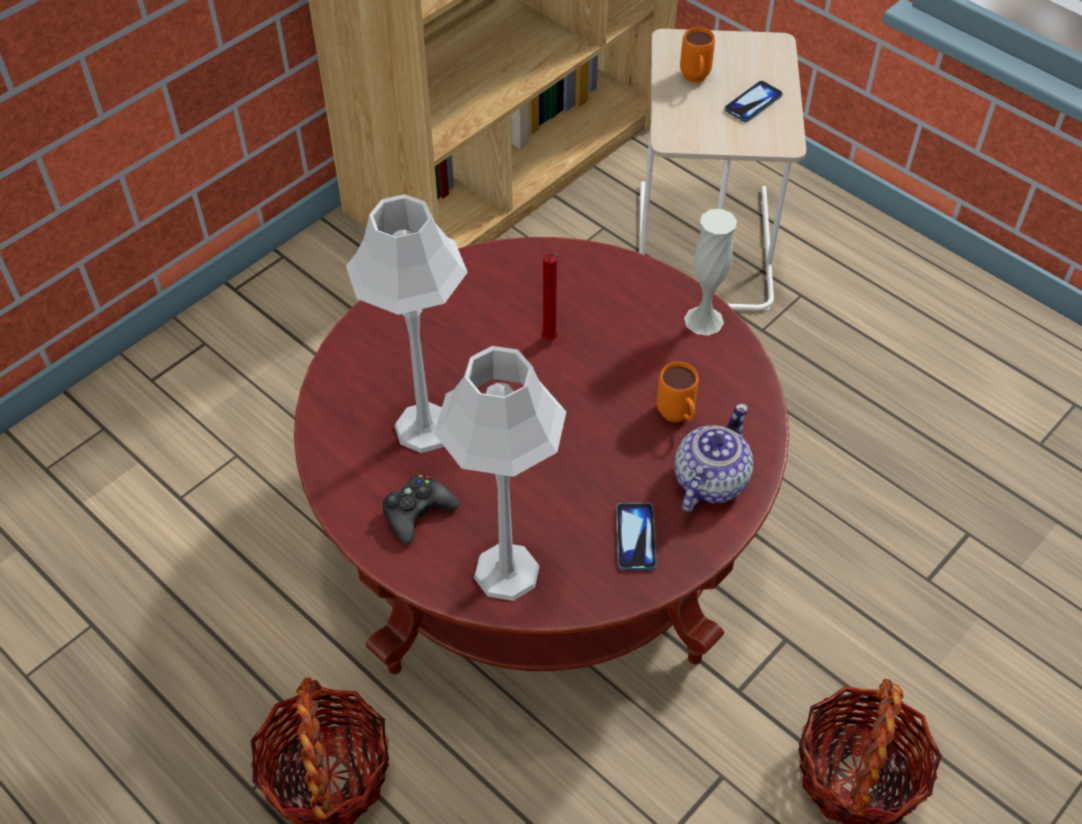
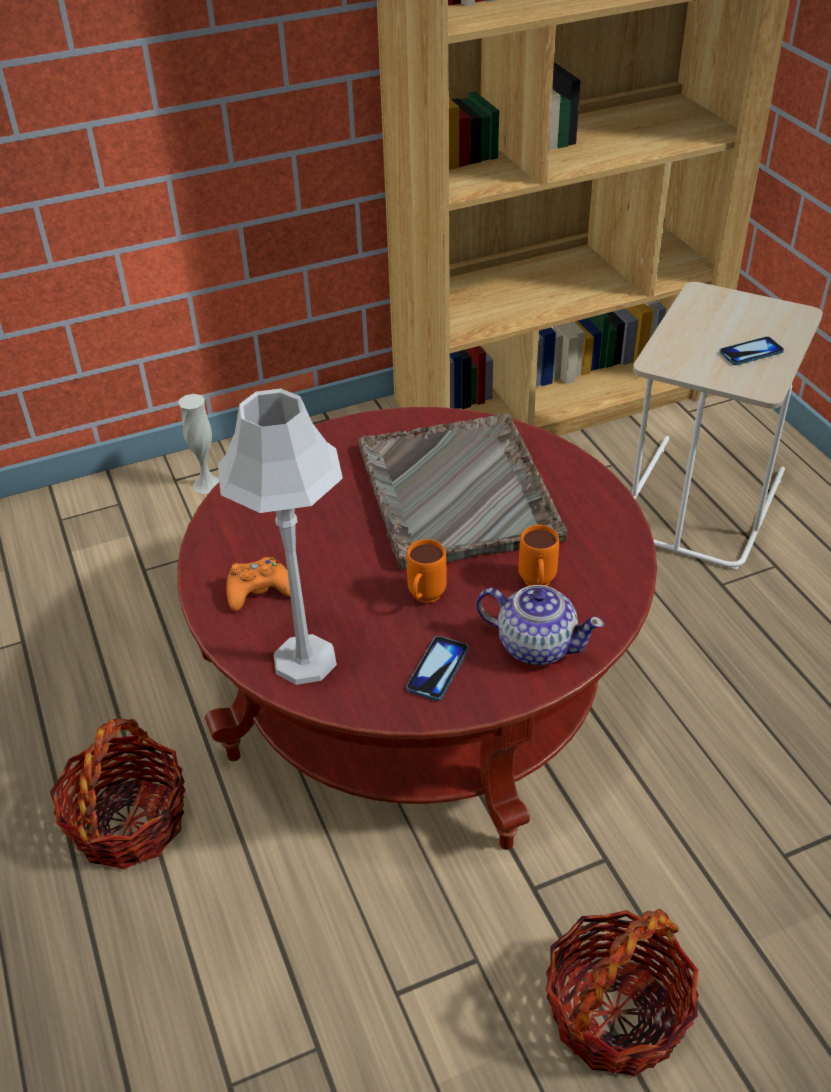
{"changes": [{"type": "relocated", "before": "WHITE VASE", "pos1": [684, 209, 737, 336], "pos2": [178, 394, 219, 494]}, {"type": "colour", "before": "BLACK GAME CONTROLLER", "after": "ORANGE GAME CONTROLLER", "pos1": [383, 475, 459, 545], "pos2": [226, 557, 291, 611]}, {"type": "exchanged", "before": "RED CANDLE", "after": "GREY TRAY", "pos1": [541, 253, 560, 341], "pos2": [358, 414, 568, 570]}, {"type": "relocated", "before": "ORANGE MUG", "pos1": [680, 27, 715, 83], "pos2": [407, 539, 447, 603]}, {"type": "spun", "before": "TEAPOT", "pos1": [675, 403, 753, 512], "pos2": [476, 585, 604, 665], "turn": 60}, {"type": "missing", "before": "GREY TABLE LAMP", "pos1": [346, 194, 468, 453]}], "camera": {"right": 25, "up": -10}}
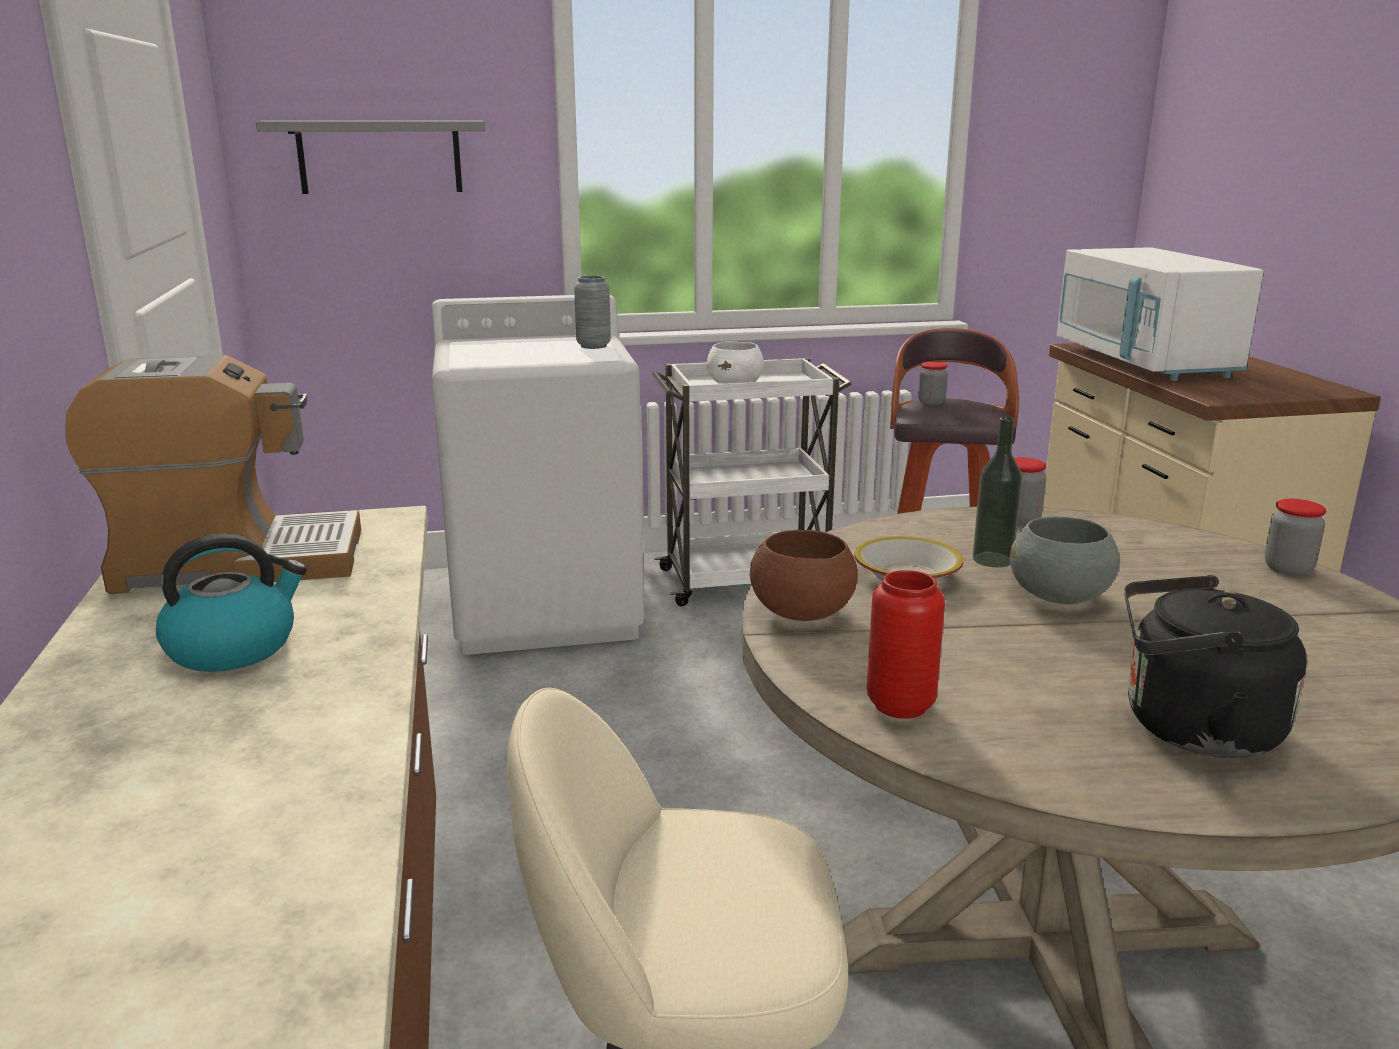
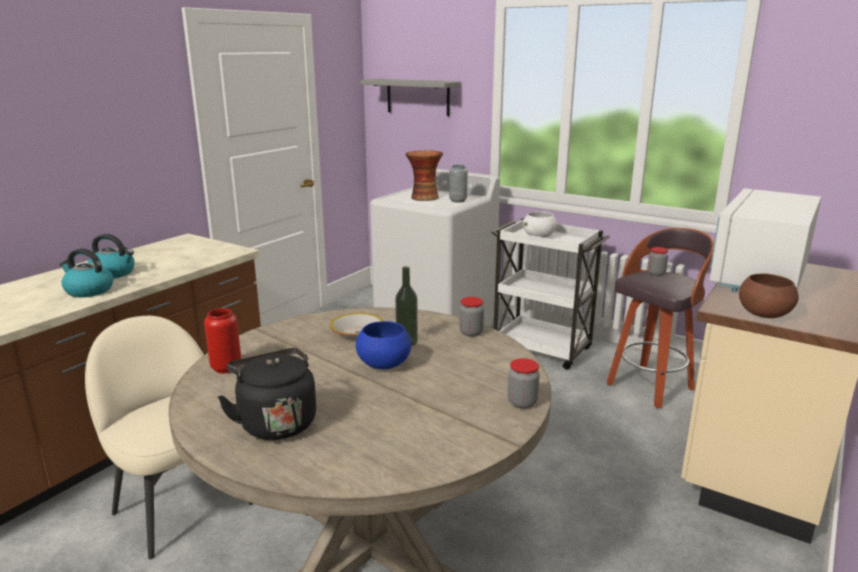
{"changes": [{"type": "appeared", "after": "KETTLE", "pos2": [59, 248, 113, 297]}, {"type": "colour", "before": "GREY BOWL", "after": "BLUE BOWL", "pos1": [1010, 517, 1120, 604], "pos2": [356, 321, 411, 369]}, {"type": "appeared", "after": "VASE", "pos2": [406, 150, 443, 201]}, {"type": "relocated", "before": "BROWN BOWL", "pos1": [750, 530, 858, 621], "pos2": [739, 273, 799, 318]}, {"type": "missing", "before": "COFFEE MACHINE", "pos1": [65, 355, 361, 594]}], "camera": {"right": 45, "up": 0}}
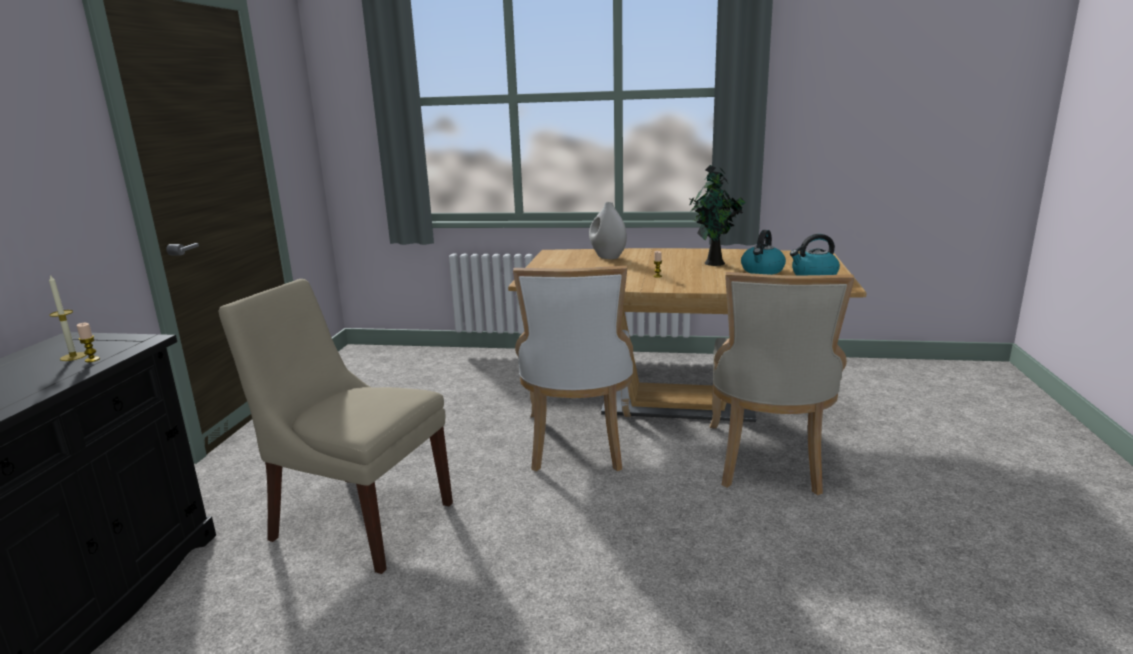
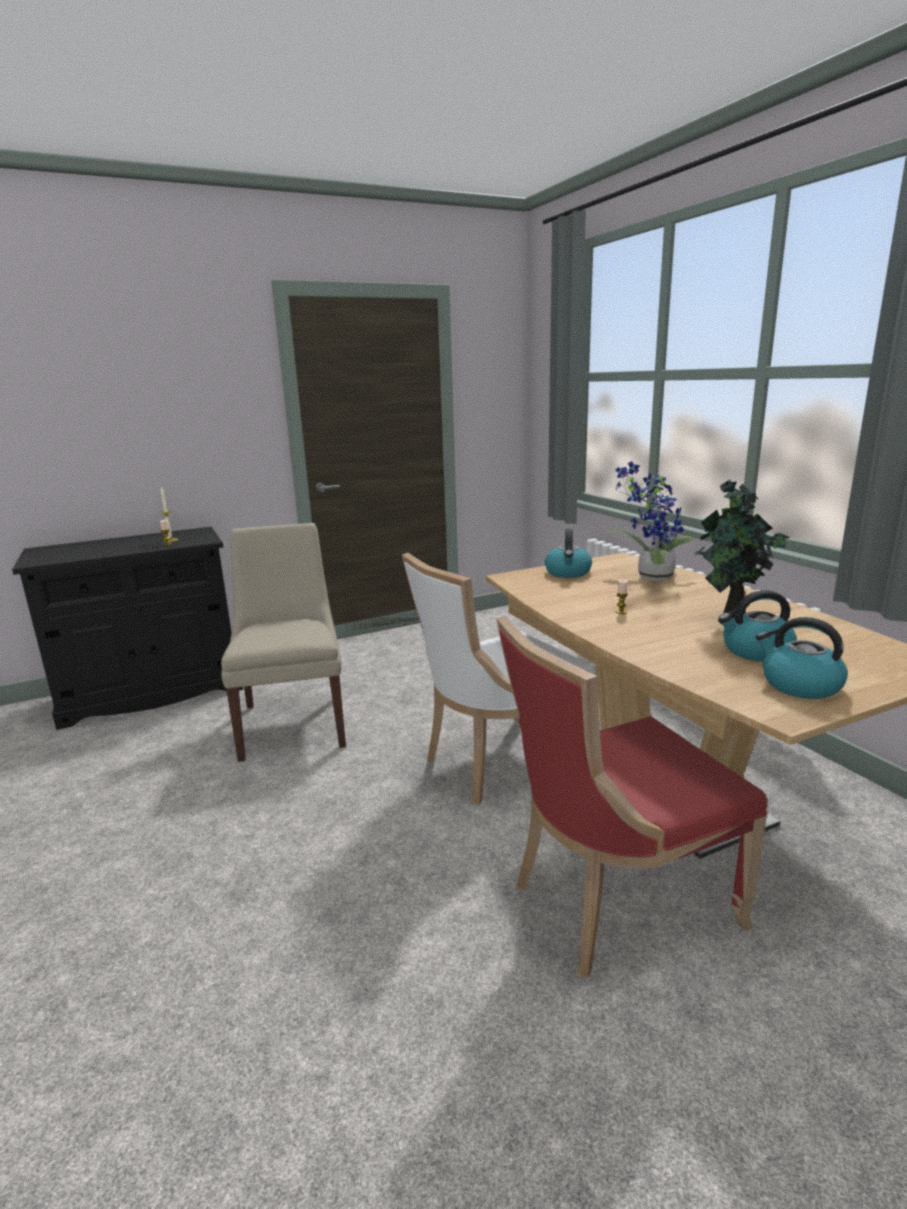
{"changes": [{"type": "colour", "before": "BEIGE CHAIR", "after": "RED CHAIR", "pos1": [710, 272, 854, 495], "pos2": [497, 616, 767, 979]}, {"type": "appeared", "after": "KETTLE", "pos2": [545, 529, 592, 578]}, {"type": "exchanged", "before": "WHITE VASE", "after": "POTTED PLANT", "pos1": [589, 202, 627, 259], "pos2": [608, 461, 695, 581]}], "camera": {"right": 55, "up": 0}}
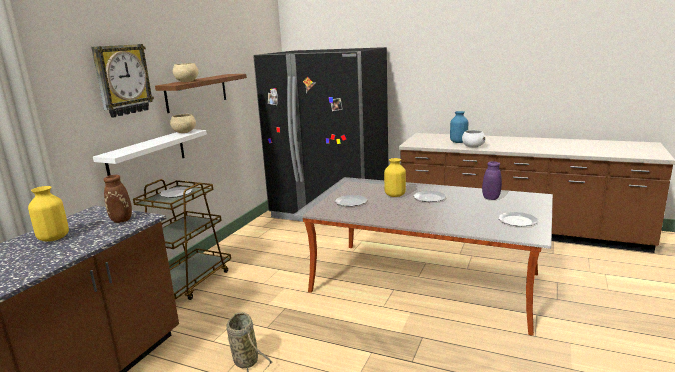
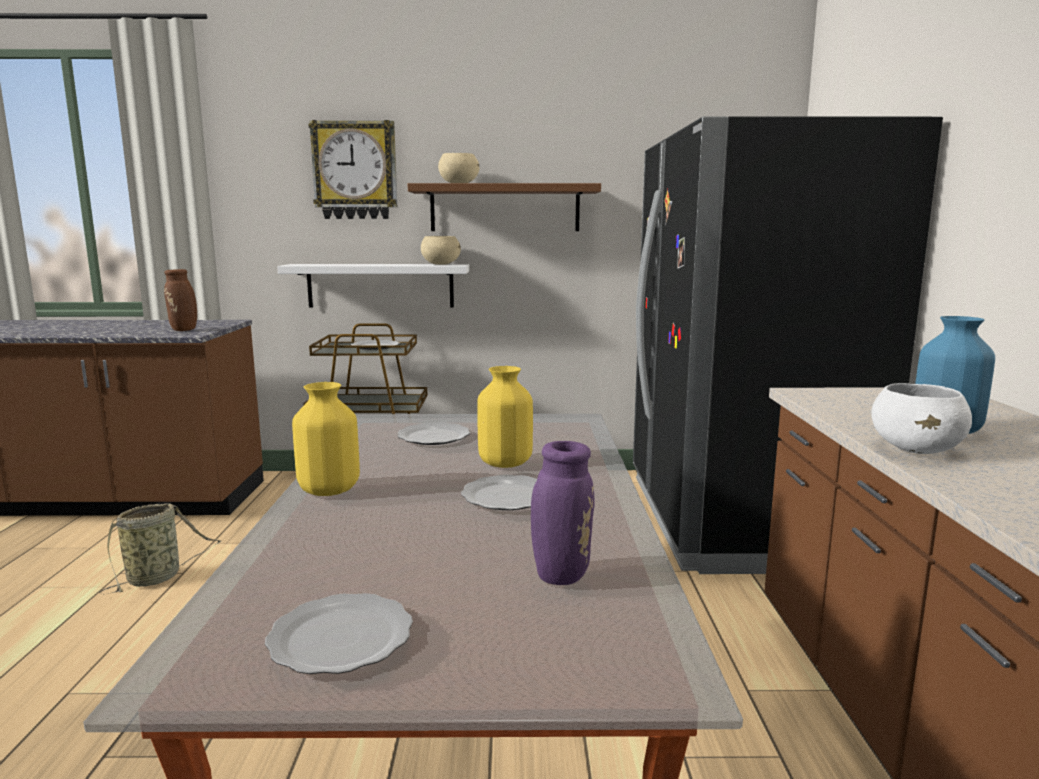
{"changes": [{"type": "relocated", "before": "YELLOW VASE", "pos1": [28, 186, 69, 242], "pos2": [292, 382, 360, 496]}], "camera": {"right": 65, "up": -5}}
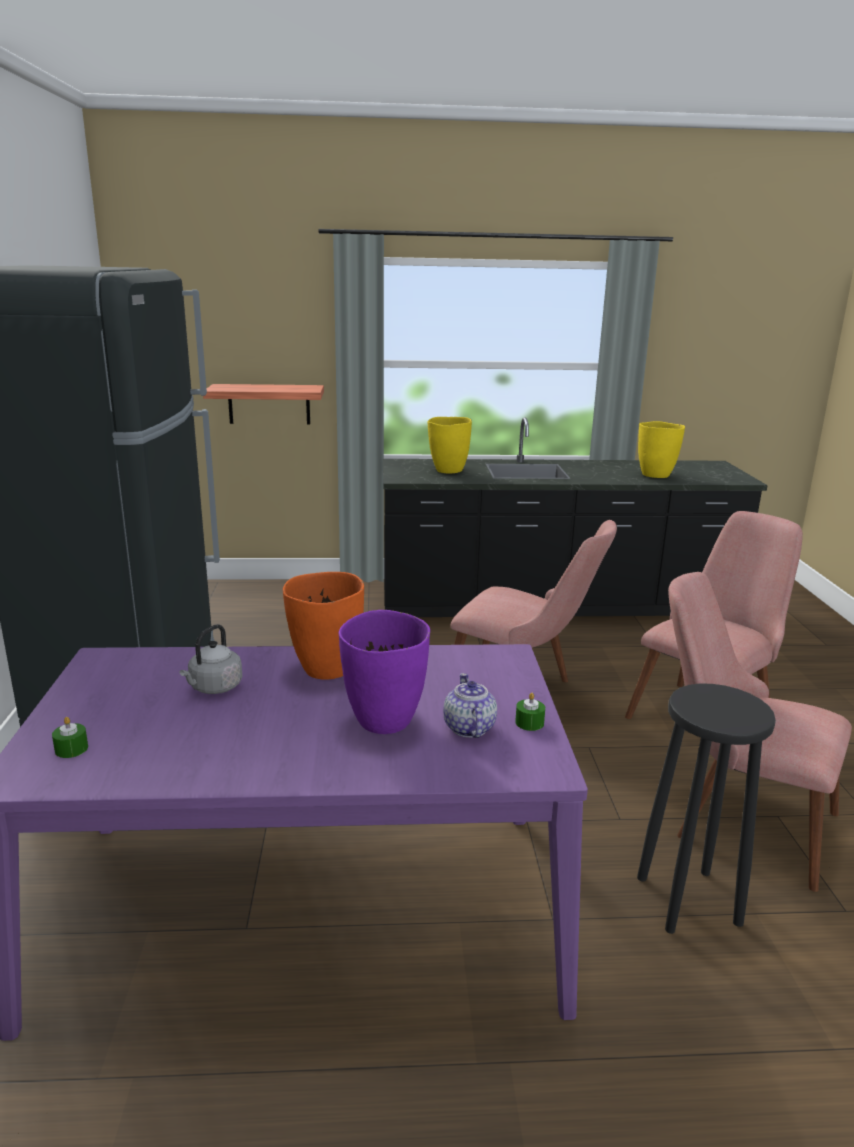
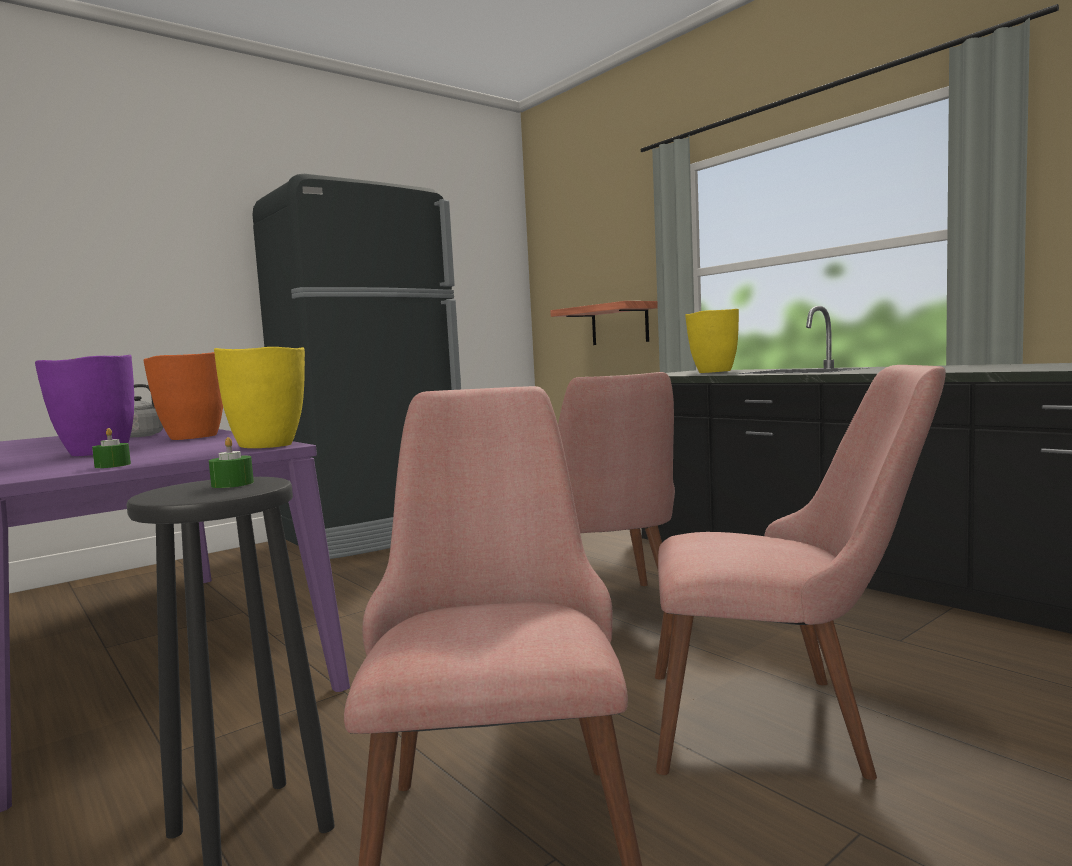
{"changes": [{"type": "relocated", "before": "GREEN CANDLE", "pos1": [52, 717, 88, 758], "pos2": [209, 437, 254, 488]}, {"type": "relocated", "before": "YELLOW VASE", "pos1": [638, 421, 685, 478], "pos2": [214, 347, 305, 448]}, {"type": "missing", "before": "TEAPOT", "pos1": [443, 673, 497, 738]}], "camera": {"right": 55, "up": -15}}
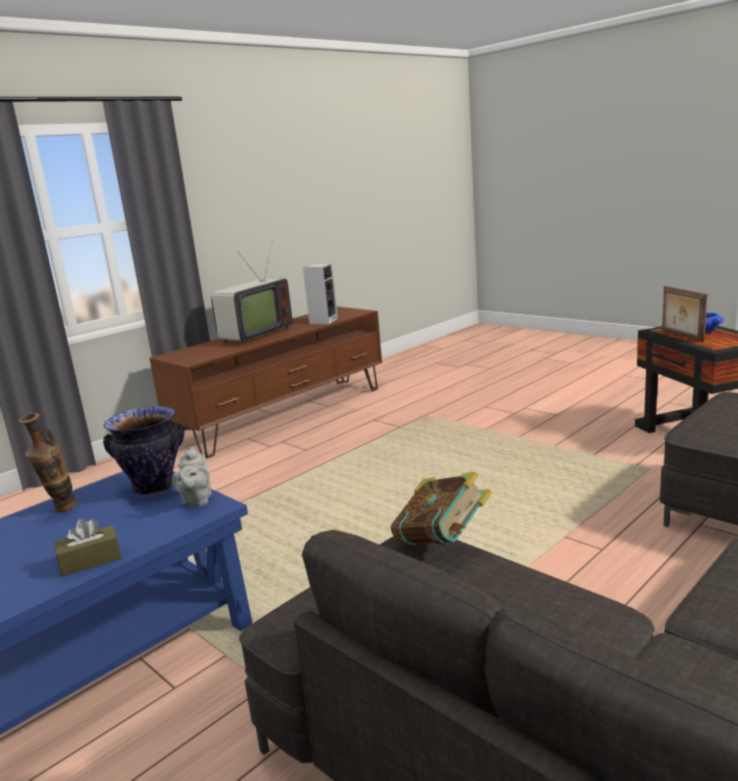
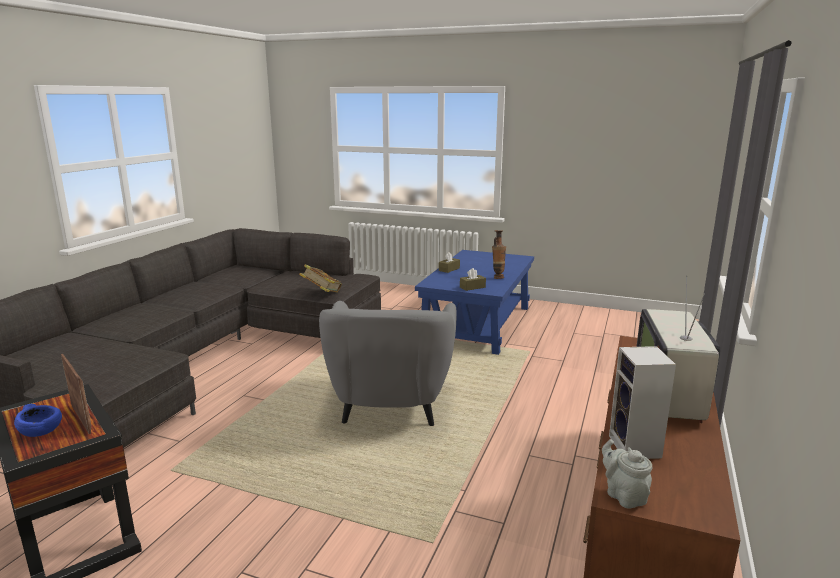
{"changes": [{"type": "appeared", "after": "GREY ARMCHAIR", "pos2": [319, 301, 457, 426]}, {"type": "exchanged", "before": "VASE", "after": "BROWN TISSUE BOX", "pos1": [103, 406, 184, 495], "pos2": [460, 268, 486, 291]}, {"type": "relocated", "before": "GREY TEAPOT", "pos1": [172, 447, 211, 507], "pos2": [602, 439, 653, 508]}], "camera": {"right": 155, "up": 0}}
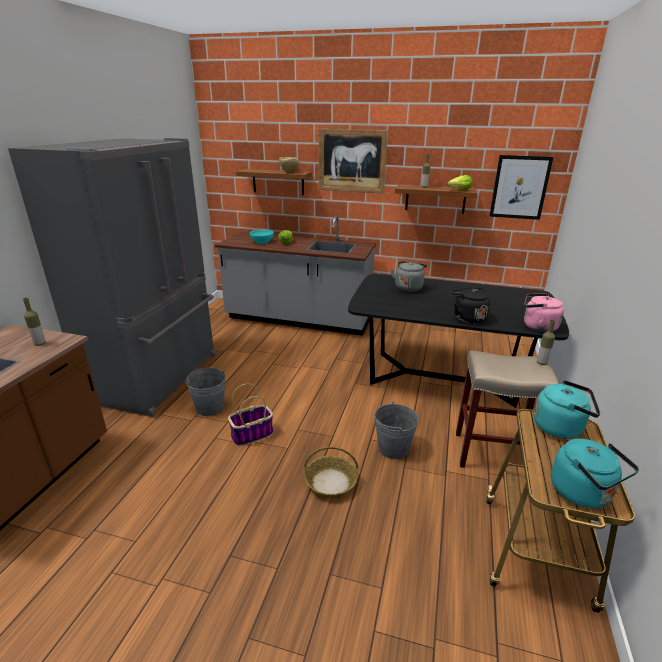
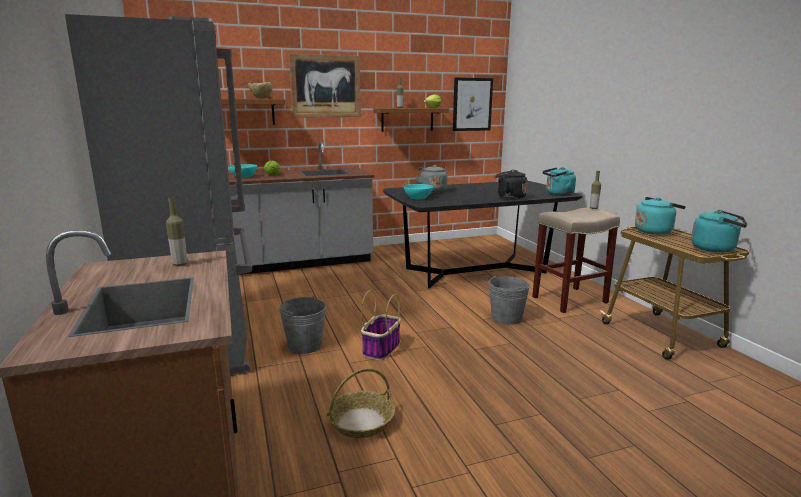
{"changes": [{"type": "relocated", "before": "BASKET", "pos1": [304, 447, 358, 498], "pos2": [326, 368, 395, 438]}, {"type": "appeared", "after": "TURQUOISE BOWL", "pos2": [404, 184, 433, 199]}, {"type": "colour", "before": "PINK KETTLE", "after": "TURQUOISE KETTLE", "pos1": [524, 293, 564, 332], "pos2": [543, 167, 576, 196]}], "camera": {"right": -35, "up": -10}}
